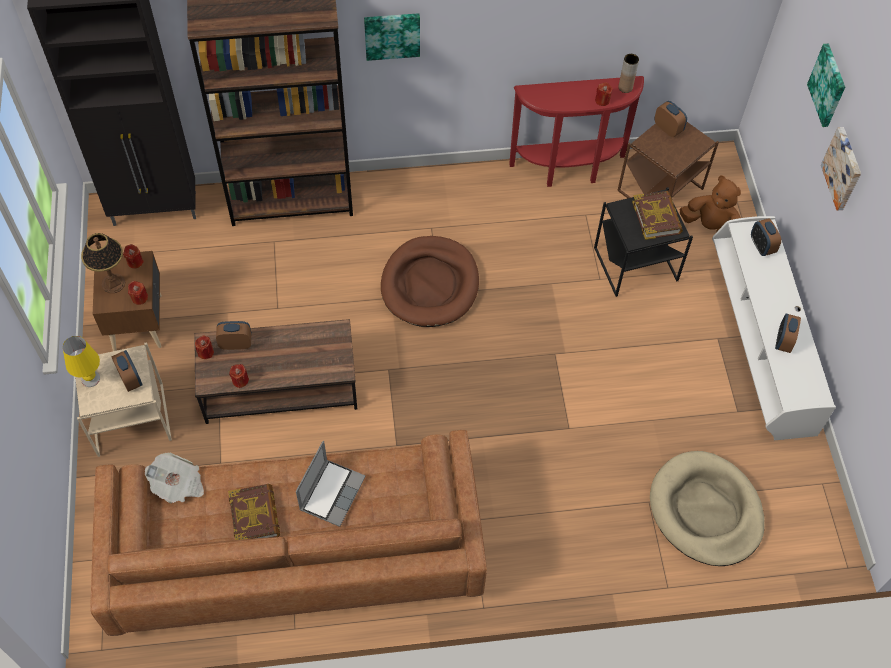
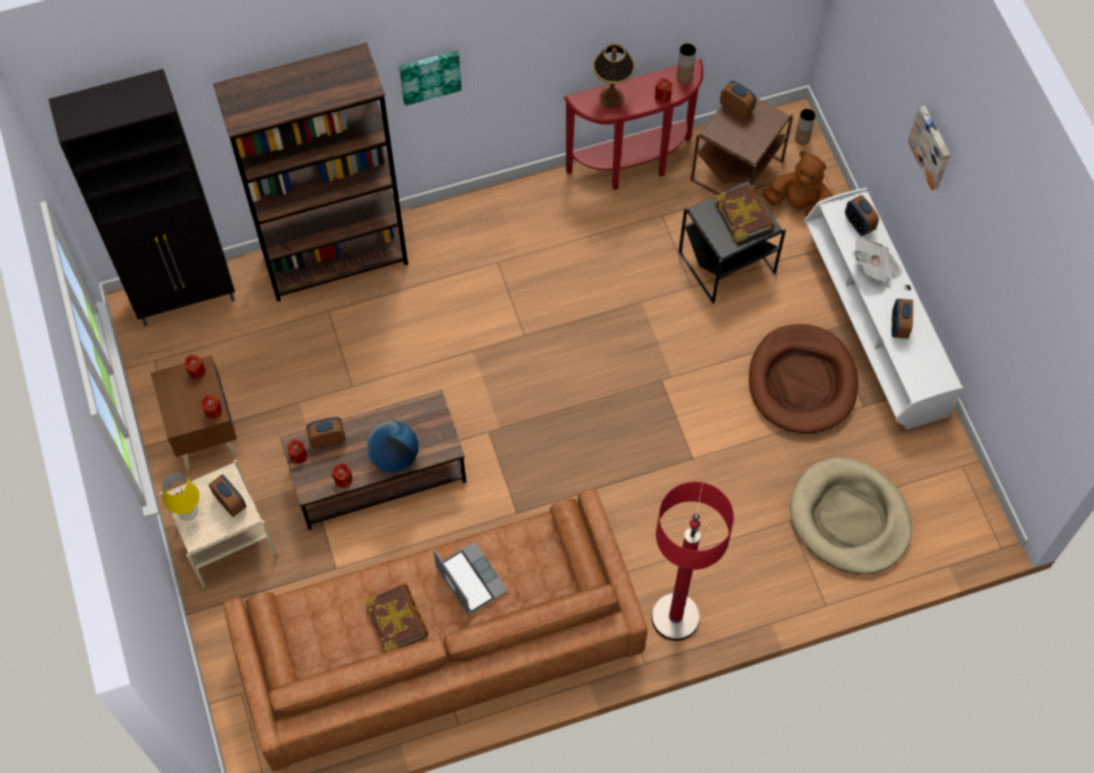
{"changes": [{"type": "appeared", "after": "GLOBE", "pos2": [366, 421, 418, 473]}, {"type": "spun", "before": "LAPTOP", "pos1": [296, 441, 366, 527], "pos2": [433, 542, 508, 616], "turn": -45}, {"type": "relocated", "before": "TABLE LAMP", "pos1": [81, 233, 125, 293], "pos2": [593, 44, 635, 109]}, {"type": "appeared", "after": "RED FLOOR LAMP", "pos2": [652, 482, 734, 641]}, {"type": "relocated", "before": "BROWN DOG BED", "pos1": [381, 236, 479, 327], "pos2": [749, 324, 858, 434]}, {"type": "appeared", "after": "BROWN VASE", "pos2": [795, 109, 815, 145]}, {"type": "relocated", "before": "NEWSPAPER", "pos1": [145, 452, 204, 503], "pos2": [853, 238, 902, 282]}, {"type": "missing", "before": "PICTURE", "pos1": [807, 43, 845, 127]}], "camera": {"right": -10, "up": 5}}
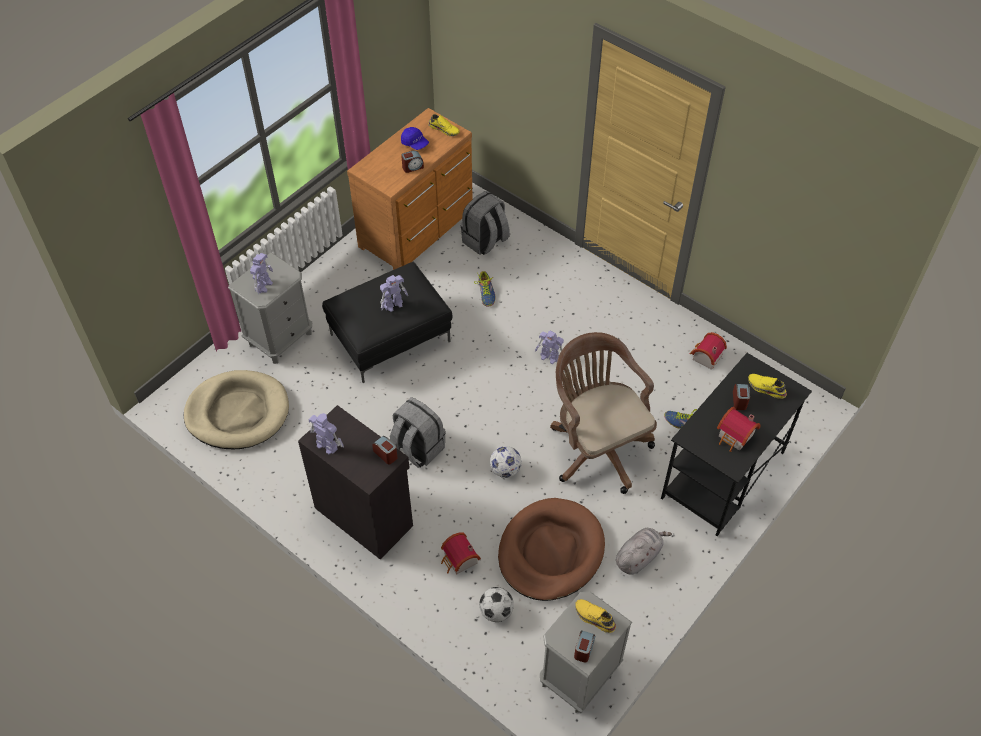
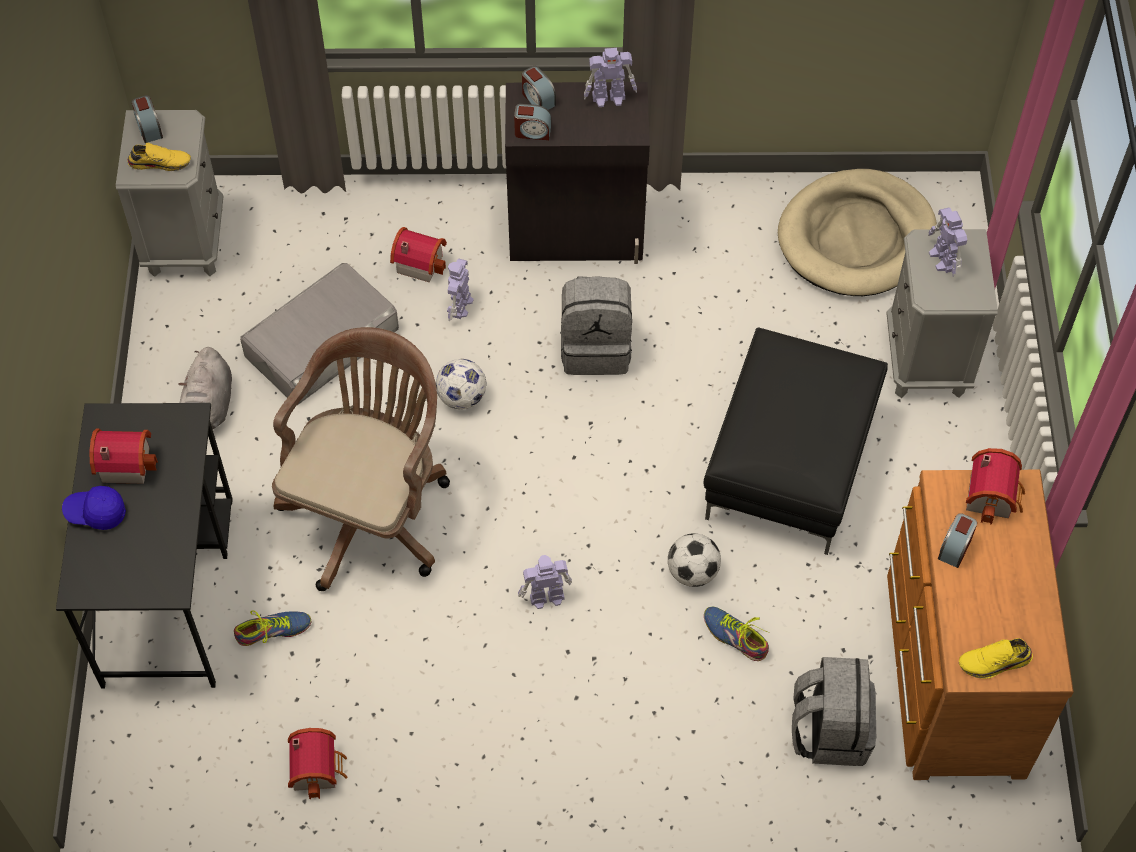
{"changes": [{"type": "relocated", "before": "BLUE CAP", "pos1": [401, 127, 429, 150], "pos2": [62, 486, 126, 530]}, {"type": "exchanged", "before": "BROWN DOG BED", "after": "GREY STORAGE BOX", "pos1": [498, 498, 605, 601], "pos2": [240, 263, 399, 405]}, {"type": "spun", "before": "BROWN OFFICE CHAIR", "pos1": [550, 332, 657, 494], "pos2": [272, 327, 450, 591], "turn": -90}, {"type": "relocated", "before": "TOY ROBOT", "pos1": [380, 275, 408, 312], "pos2": [447, 258, 474, 321]}, {"type": "relocated", "before": "ALARM CLOCK", "pos1": [733, 384, 750, 410], "pos2": [522, 66, 556, 110]}, {"type": "relocated", "before": "FOOTBALL", "pos1": [479, 587, 514, 622], "pos2": [668, 533, 721, 587]}, {"type": "appeared", "after": "TOY HOUSE", "pos2": [966, 448, 1025, 525]}, {"type": "missing", "before": "YELLOW SHOE", "pos1": [748, 374, 787, 399]}], "camera": {"right": 140, "up": 5}}
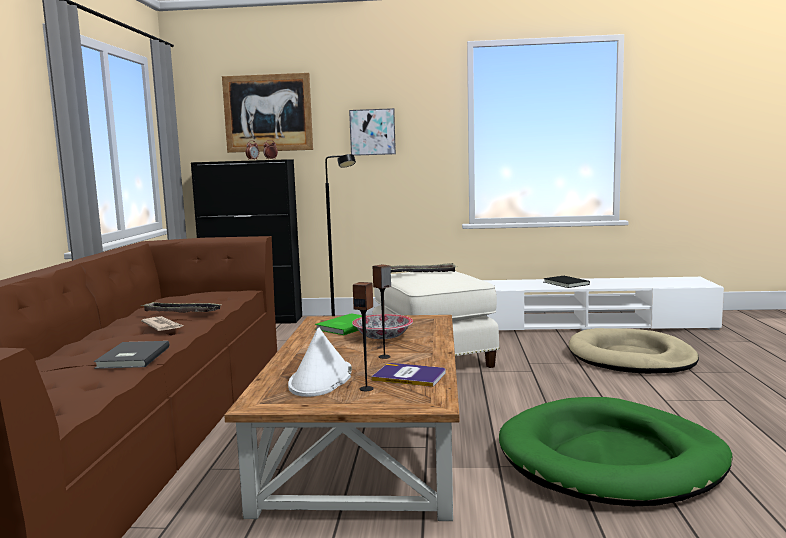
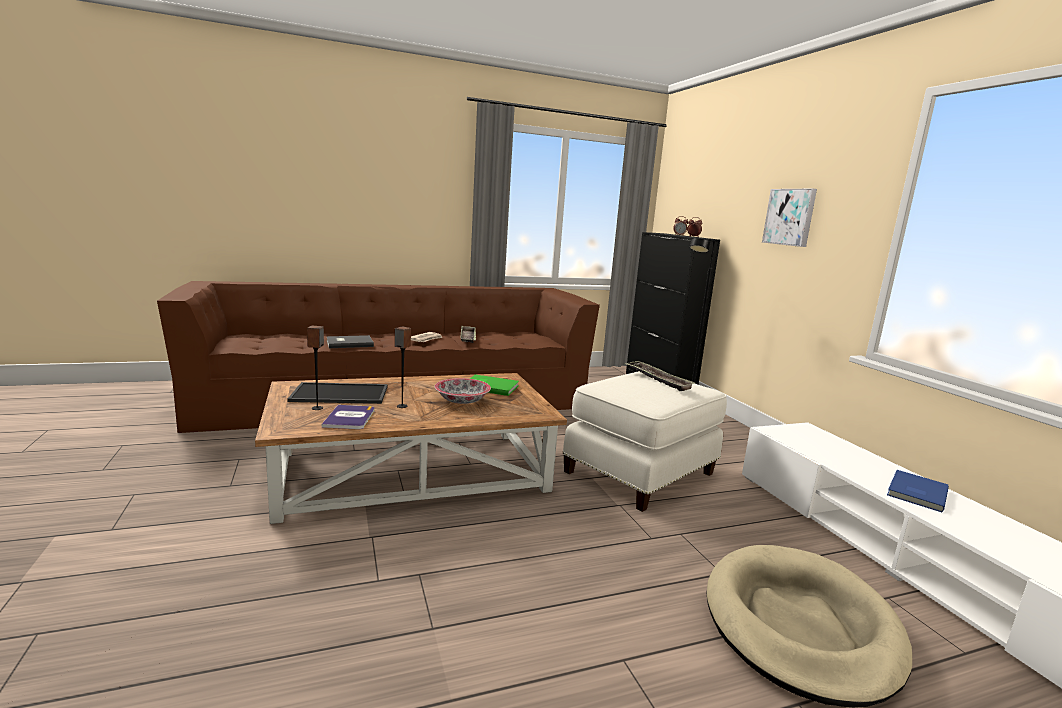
{"changes": [{"type": "exchanged", "before": "WHITE HAT", "after": "TRAY", "pos1": [288, 328, 352, 397], "pos2": [287, 382, 387, 404]}, {"type": "colour", "before": "BLACK BOOK", "after": "BLUE BOOK", "pos1": [543, 276, 590, 288], "pos2": [887, 470, 949, 512]}, {"type": "missing", "before": "PICTURE", "pos1": [222, 73, 313, 153]}, {"type": "missing", "before": "GREEN DOG BED", "pos1": [499, 397, 733, 506]}], "camera": {"right": 65, "up": 5}}
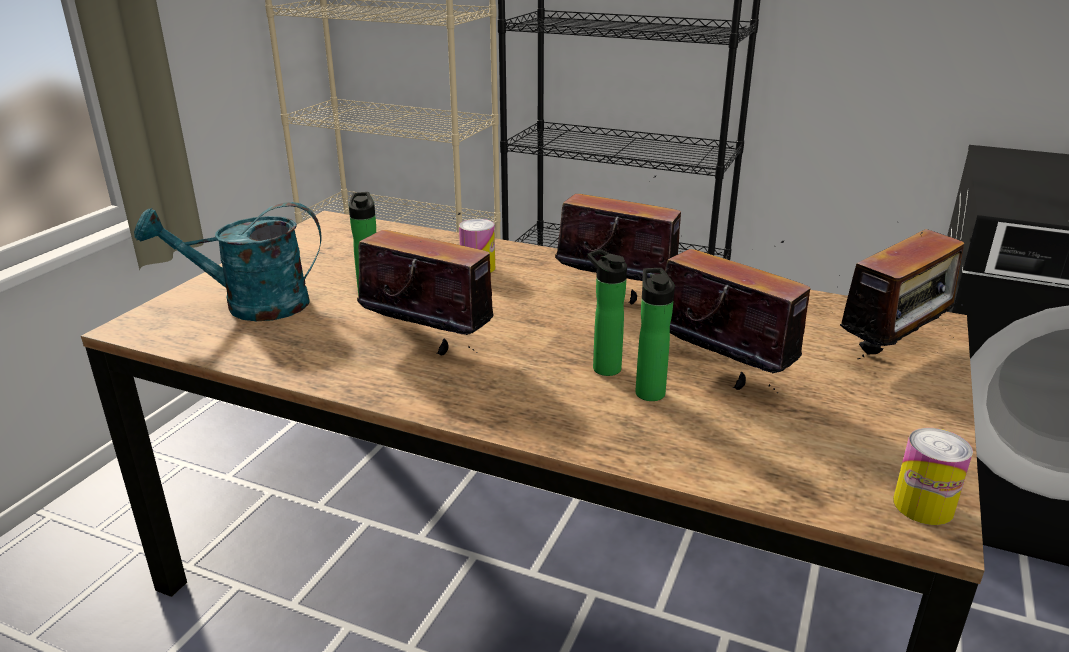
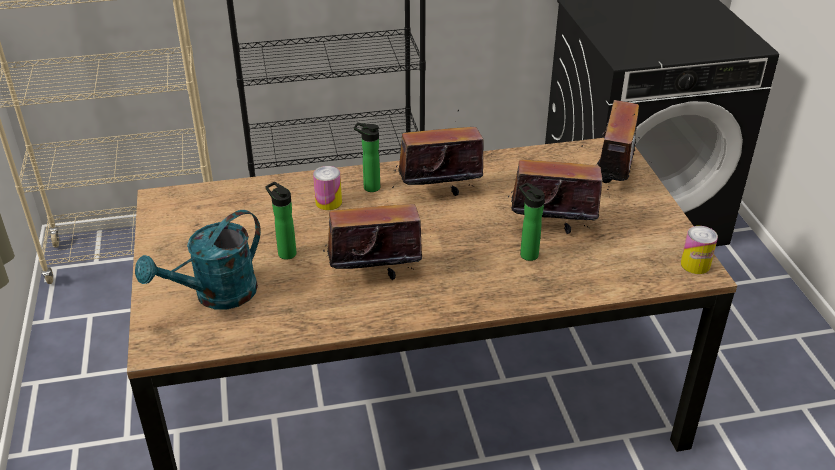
{"changes": [{"type": "relocated", "before": "BOTTLE", "pos1": [587, 249, 627, 376], "pos2": [354, 122, 380, 192]}], "camera": {"right": -35, "up": 10}}
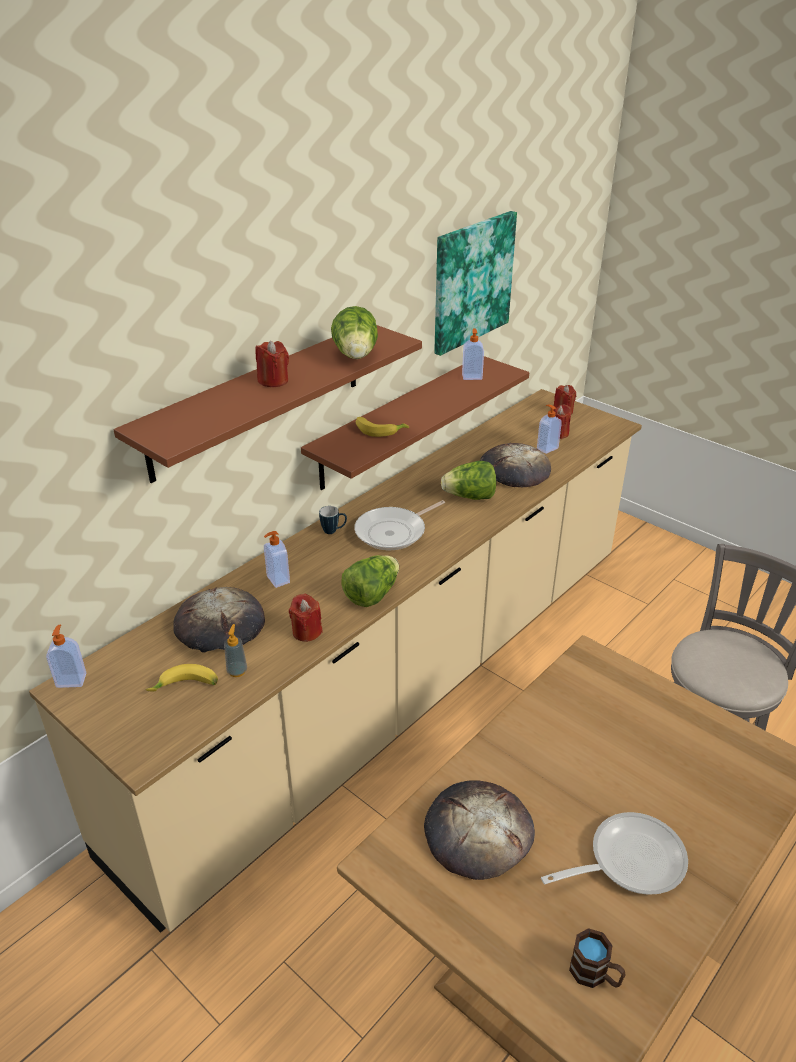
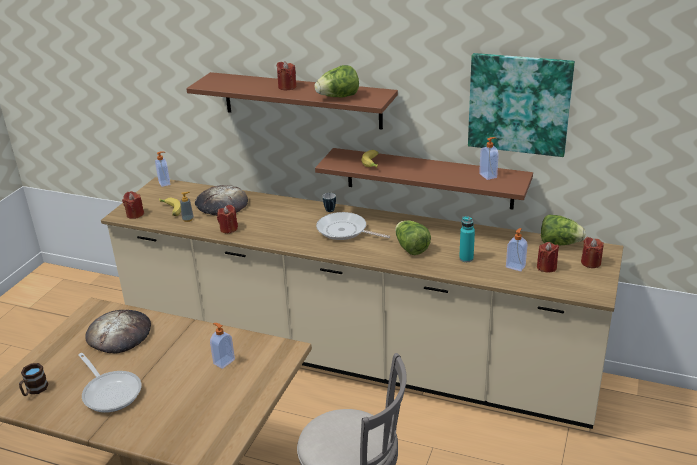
{"changes": [{"type": "appeared", "after": "RED CANDLE", "pos2": [122, 191, 144, 219]}, {"type": "relocated", "before": "SOAP DISPENSER", "pos1": [264, 531, 290, 588], "pos2": [210, 323, 235, 369]}, {"type": "exchanged", "before": "BREAD", "after": "TURQUOISE BOTTLE", "pos1": [480, 443, 551, 487], "pos2": [459, 216, 475, 262]}, {"type": "relocated", "before": "LETTUCE", "pos1": [341, 555, 399, 607], "pos2": [541, 215, 586, 245]}], "camera": {"right": 70, "up": -5}}
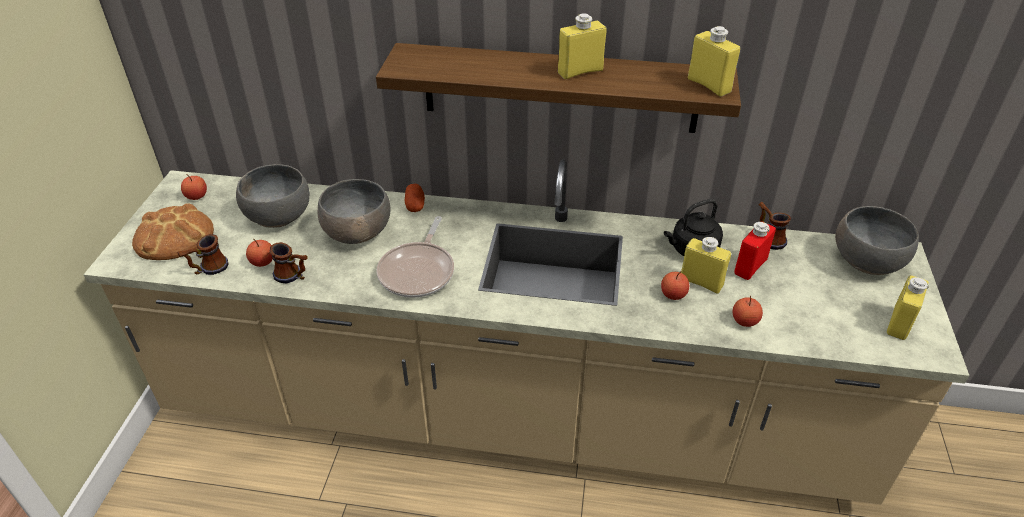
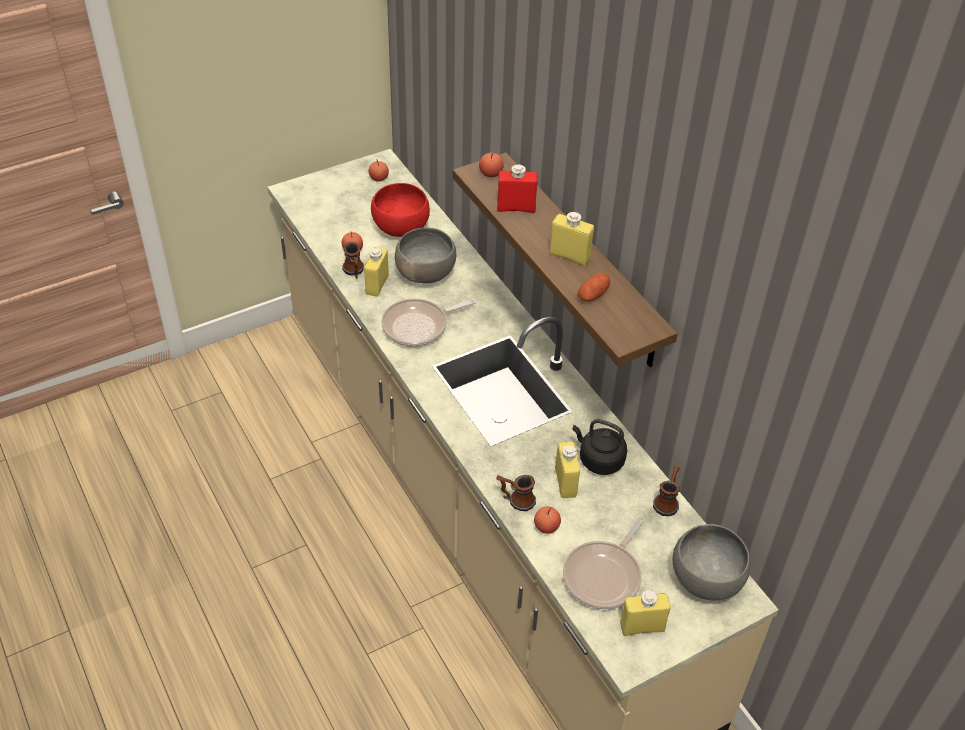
{"changes": [{"type": "relocated", "before": "YELLOW BOTTLE", "pos1": [688, 26, 740, 97], "pos2": [364, 247, 389, 297]}, {"type": "colour", "before": "GREY BOWL", "after": "RED BOWL", "pos1": [236, 164, 310, 228], "pos2": [371, 183, 430, 237]}, {"type": "relocated", "before": "APPLE", "pos1": [661, 272, 689, 300], "pos2": [479, 153, 504, 177]}, {"type": "relocated", "before": "MUG", "pos1": [178, 234, 228, 275], "pos2": [496, 475, 536, 511]}, {"type": "relocated", "before": "RED BOTTLE", "pos1": [734, 222, 776, 280], "pos2": [497, 165, 538, 213]}, {"type": "appeared", "after": "FRYING PAN", "pos2": [563, 517, 645, 609]}, {"type": "relocated", "before": "POTATO", "pos1": [405, 184, 425, 212], "pos2": [578, 272, 610, 302]}, {"type": "missing", "before": "BREAD", "pos1": [132, 203, 214, 260]}], "camera": {"right": 50, "up": 5}}
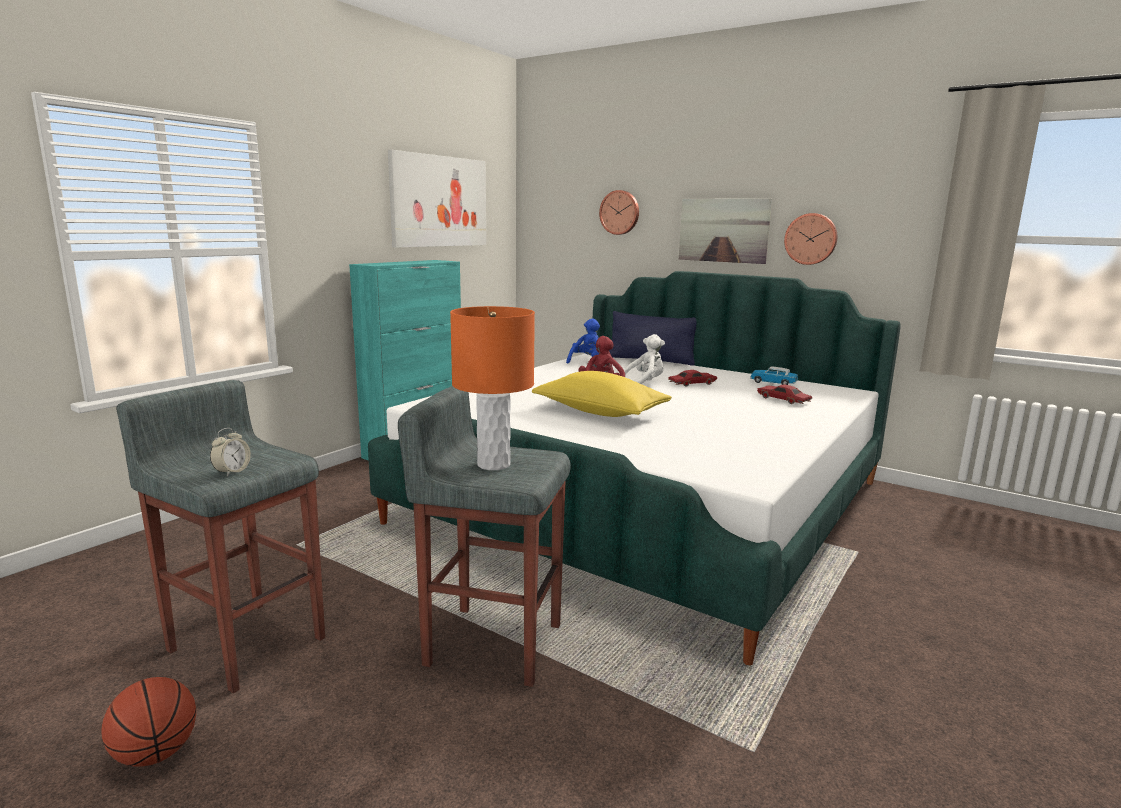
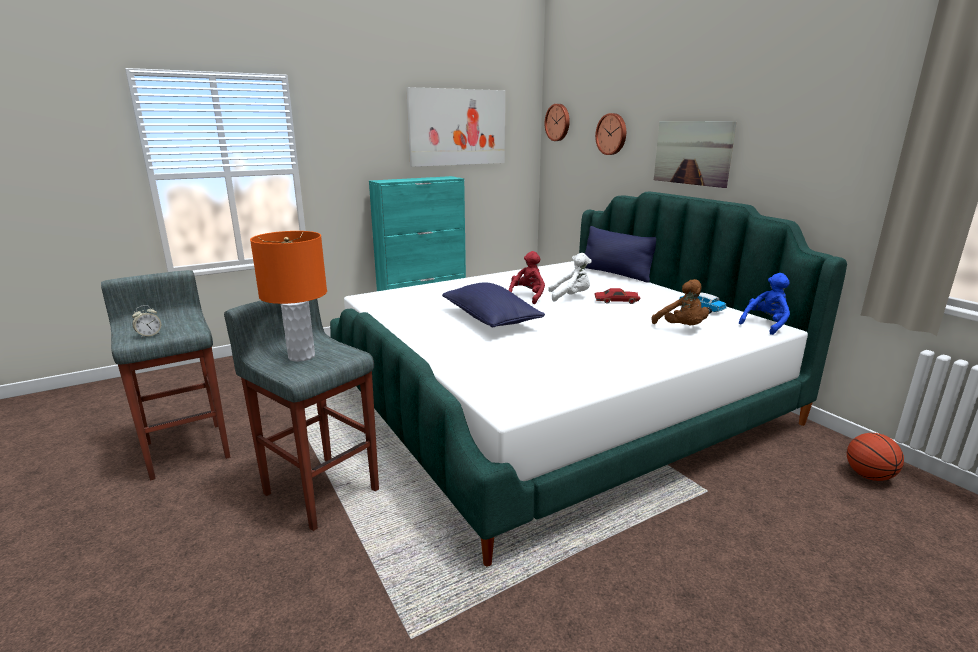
{"changes": [{"type": "colour", "before": "YELLOW PILLOW", "after": "BLUE PILLOW", "pos1": [532, 371, 672, 417], "pos2": [442, 283, 545, 328]}, {"type": "relocated", "before": "WALL CLOCK", "pos1": [784, 213, 837, 265], "pos2": [545, 104, 570, 141]}, {"type": "exchanged", "before": "RED TOY CAR", "after": "BROWN PLUSH TOY", "pos1": [757, 384, 813, 404], "pos2": [651, 279, 709, 325]}, {"type": "relocated", "before": "BLUE PLUSH TOY", "pos1": [566, 318, 600, 364], "pos2": [739, 273, 790, 335]}, {"type": "relocated", "before": "BASKETBALL", "pos1": [101, 677, 196, 767], "pos2": [847, 433, 904, 481]}], "camera": {"right": 25, "up": 5}}
